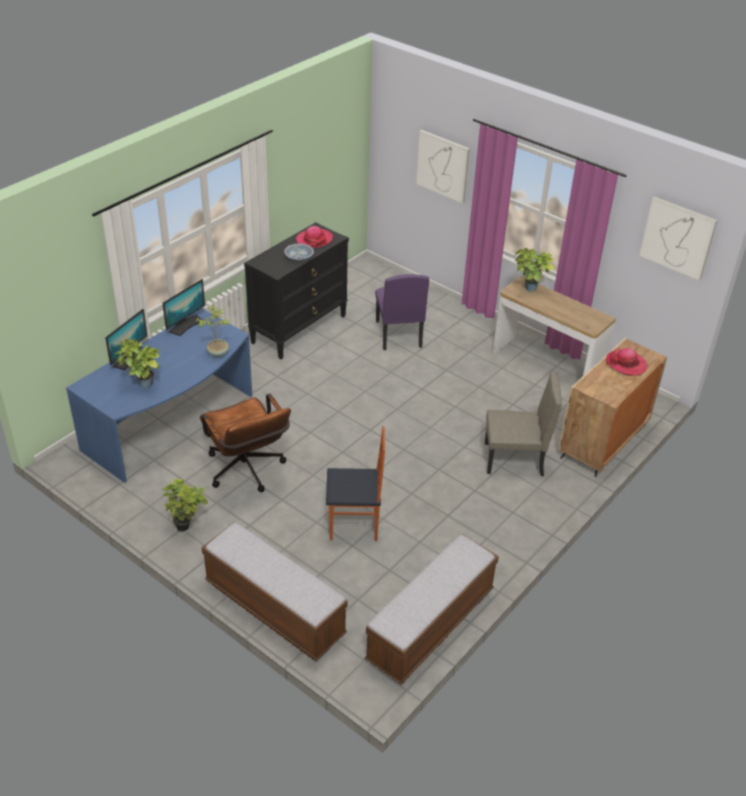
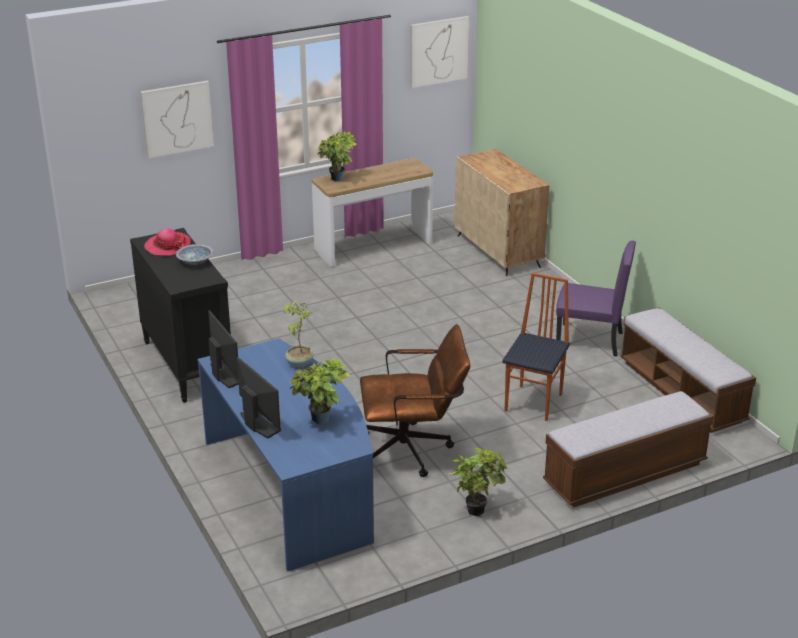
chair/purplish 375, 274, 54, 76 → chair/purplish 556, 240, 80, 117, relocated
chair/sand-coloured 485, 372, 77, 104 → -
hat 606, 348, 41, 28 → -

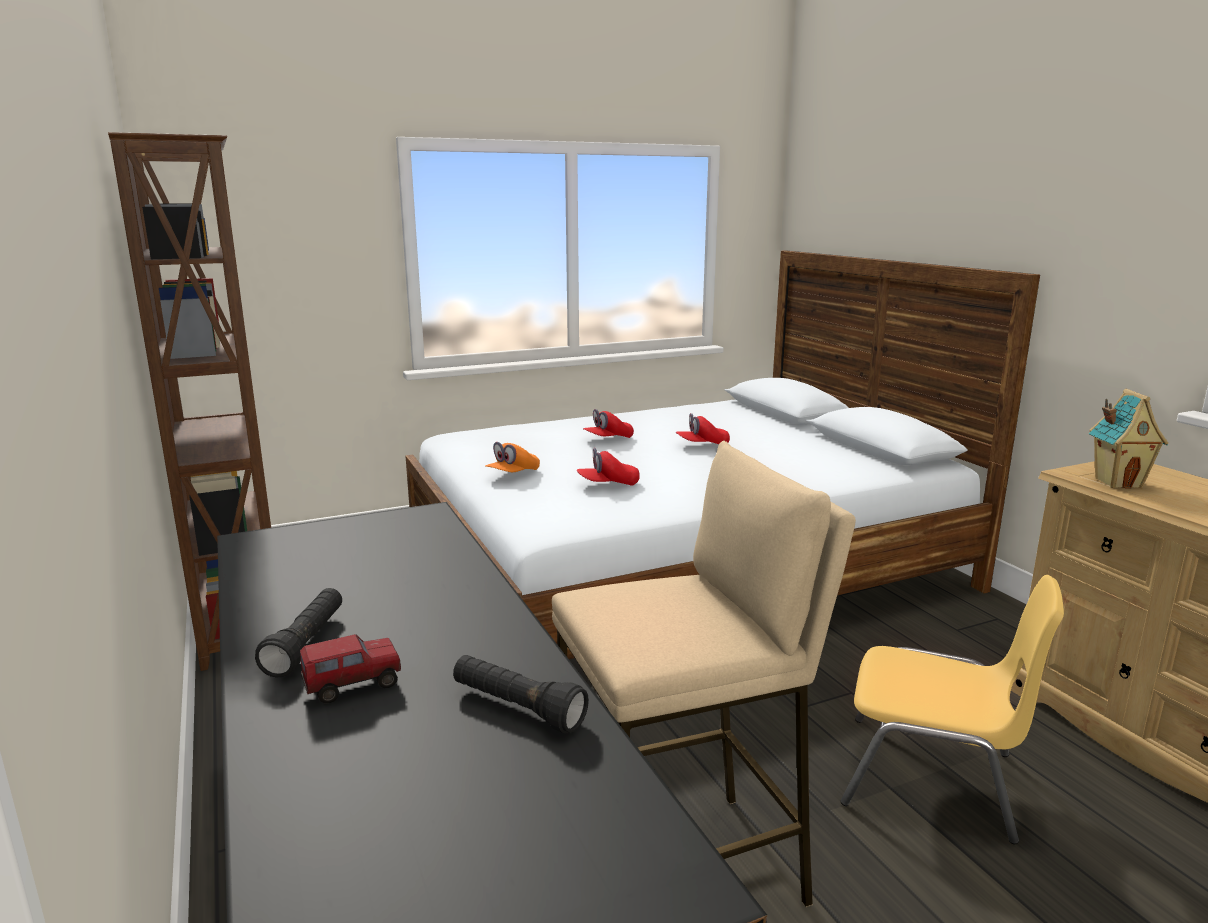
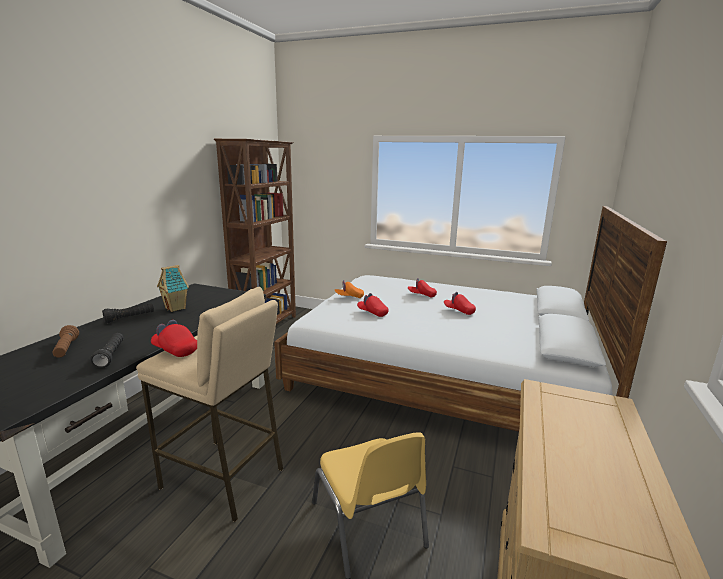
- → torch/brownish 52, 325, 27, 33
- → peaked cap/red 151, 320, 46, 37
model house 1089, 389, 79, 100 → model house 157, 265, 32, 47, relocated
toy lorry 300, 634, 101, 70 → -

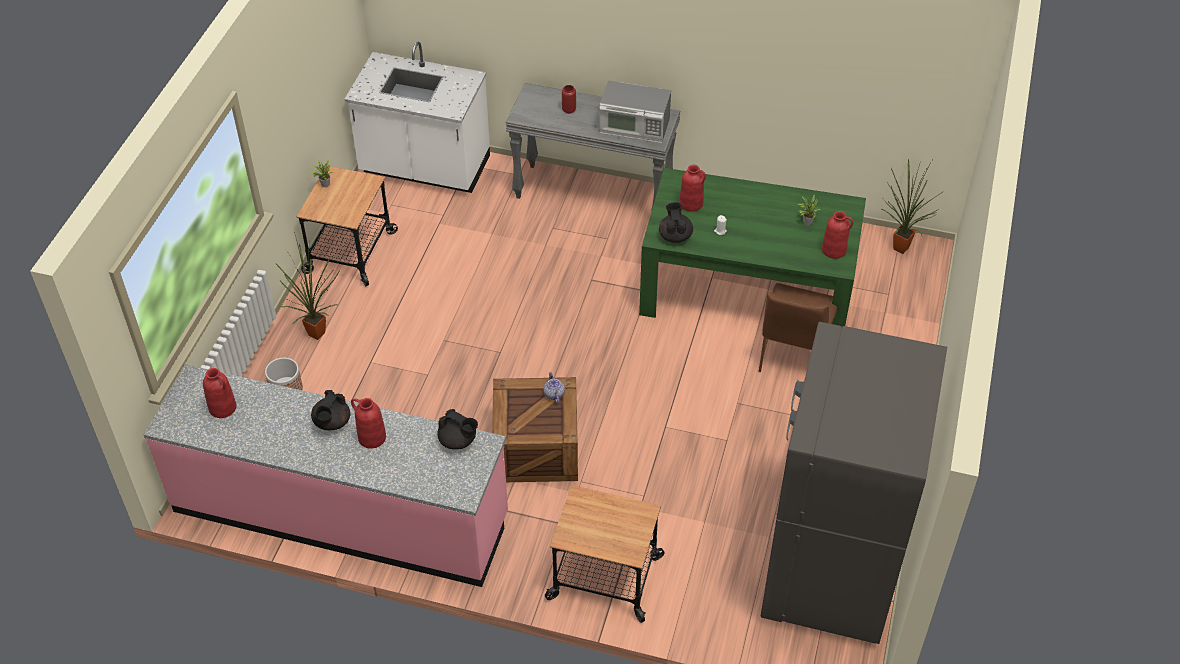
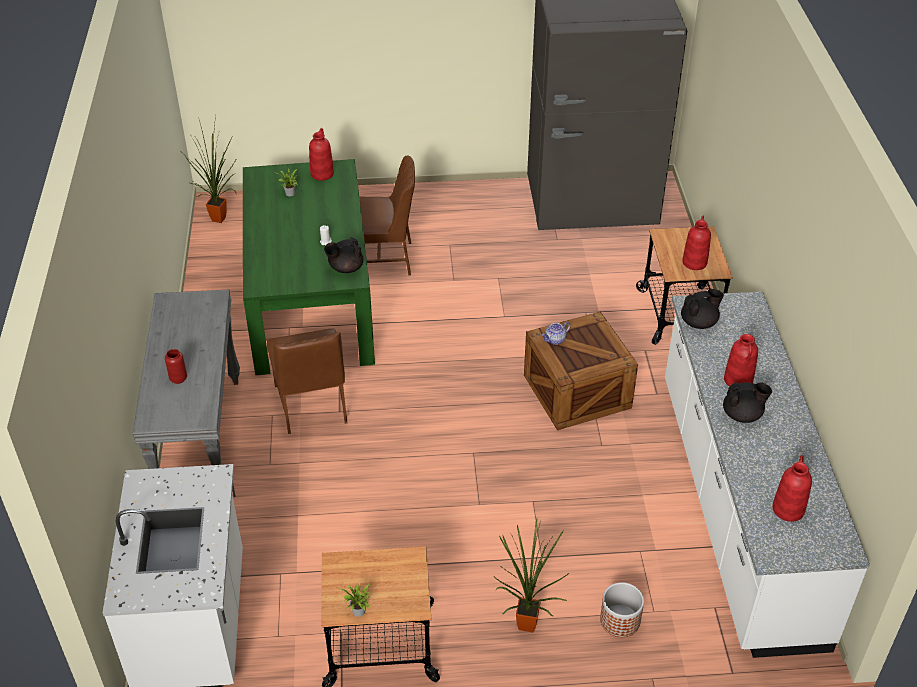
- → chair/brownish 267, 328, 80, 106
kitchen base unit/pink 144, 364, 364, 223 → kitchen base unit/white 665, 292, 205, 366
tea pot/black 438, 409, 40, 41 → tea pot/black 681, 289, 43, 40, 60 degrees clockwise
flower vase/red 679, 165, 27, 47 → flower vase/red 682, 216, 29, 54, relocated
microwave 599, 81, 72, 62 → -

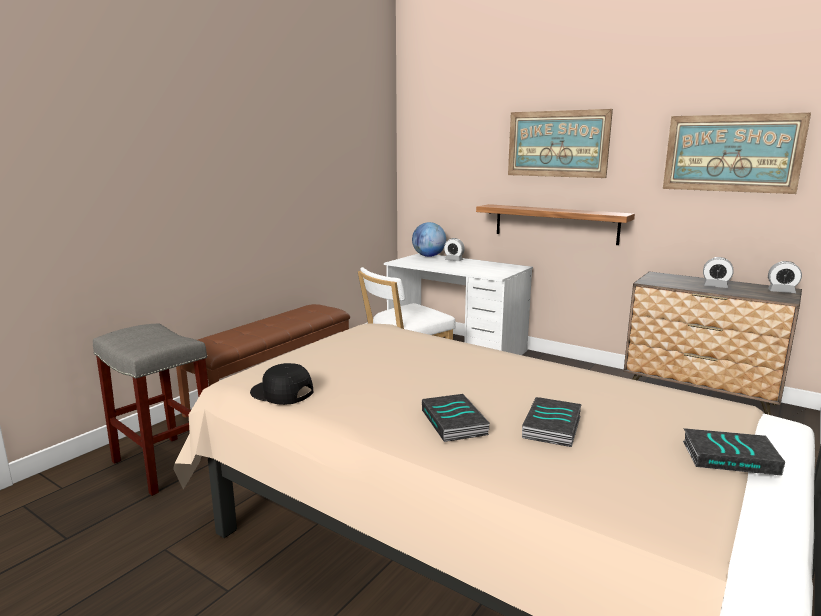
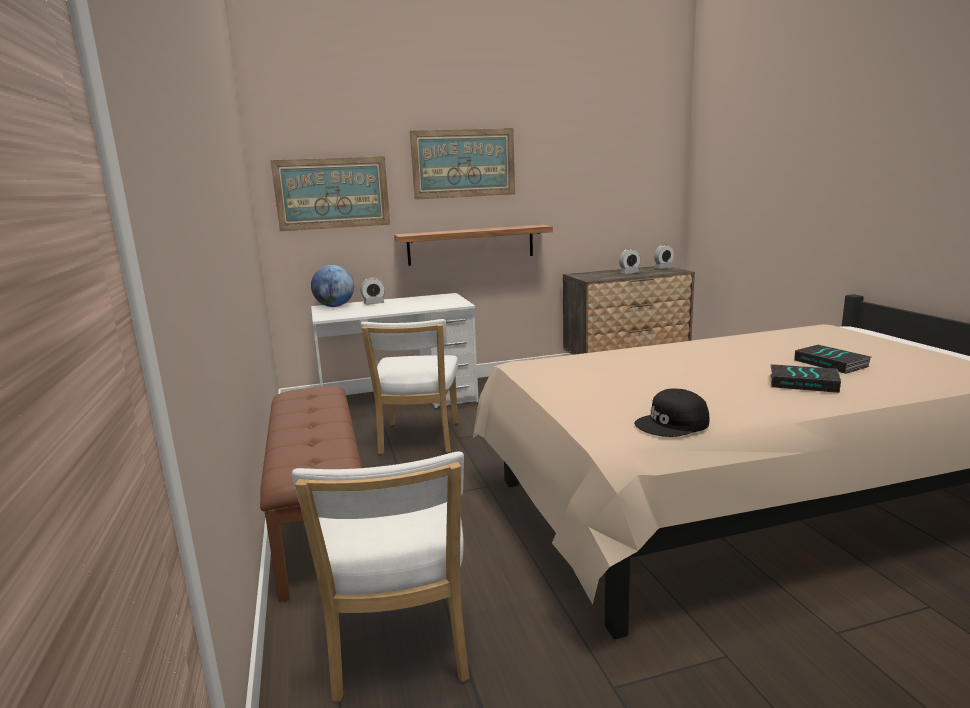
wall picture 663, 113, 148, 81 → wall picture 270, 156, 120, 75, relocated
stool/greyish 93, 324, 116, 172 → chair/white 292, 451, 177, 251
bound book 683, 428, 102, 48 → -

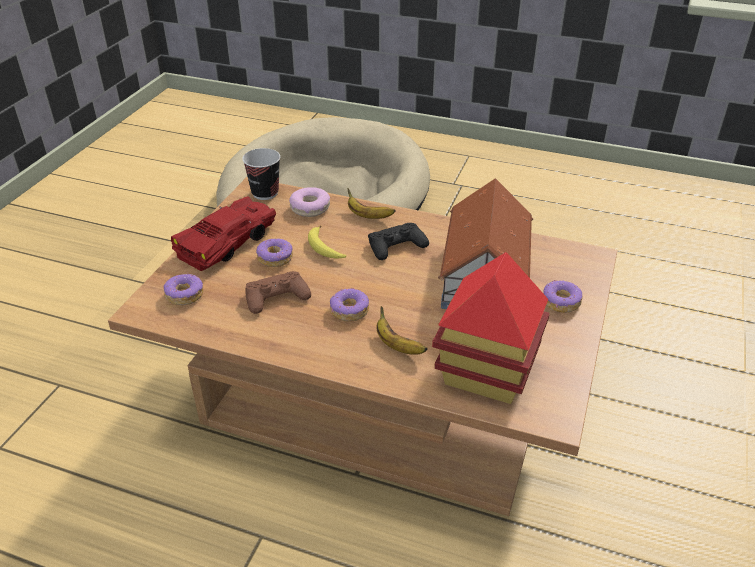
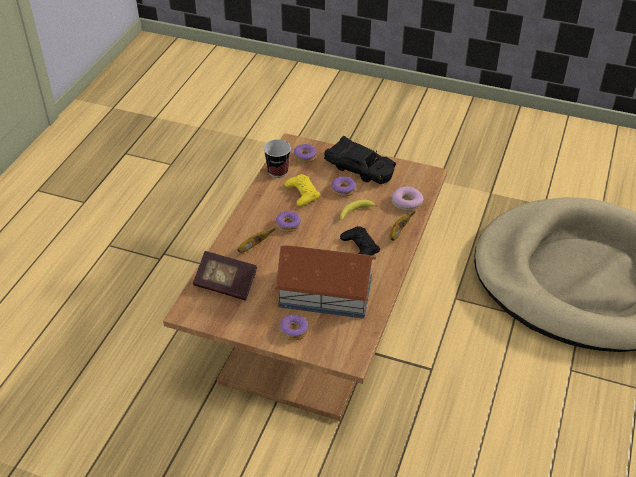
model house 432, 252, 118, 152 → bound book 193, 251, 64, 50
small cup 242, 148, 38, 52 → small cup 263, 139, 28, 39, relocated
joypad/brownish 246, 271, 65, 43 → joypad/yellow 284, 174, 36, 33
toy car/red 171, 196, 105, 75 → toy car/black 324, 136, 72, 48

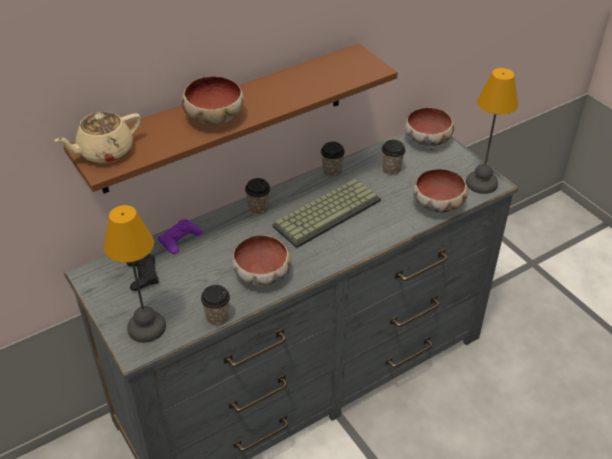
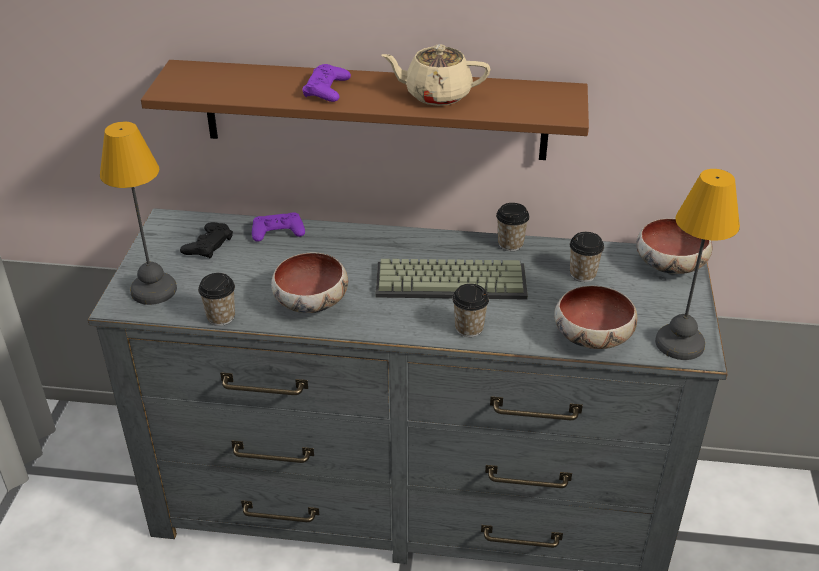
bowl 181, 76, 63, 49 → joypad/purplish 302, 64, 49, 38
tea pot/sand-coloured 54, 112, 87, 51 → tea pot/sand-coloured 381, 44, 110, 62, relocated
small cup 245, 178, 25, 37 → small cup 452, 284, 37, 53, relocated

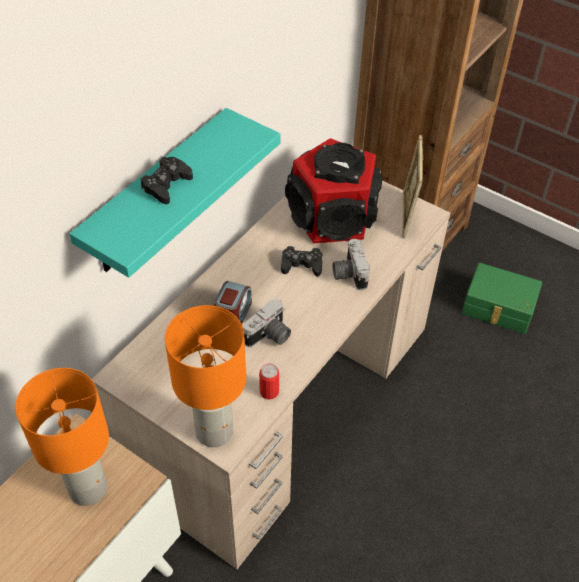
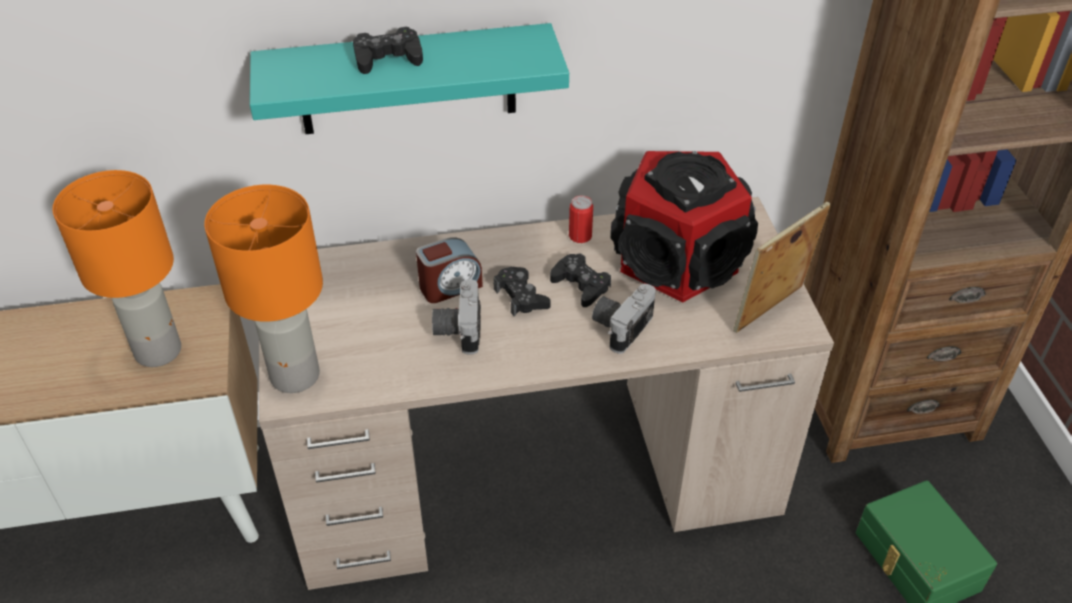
still camera 243, 299, 48, 48 → still camera 432, 279, 49, 76, 90 degrees clockwise
- → joypad/black 494, 267, 57, 50
metal can 259, 363, 20, 36 → metal can 569, 195, 24, 48, relocated

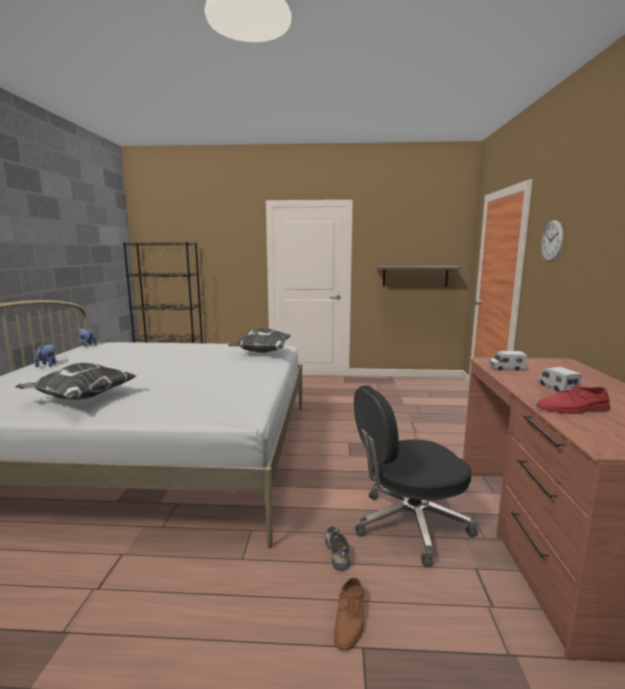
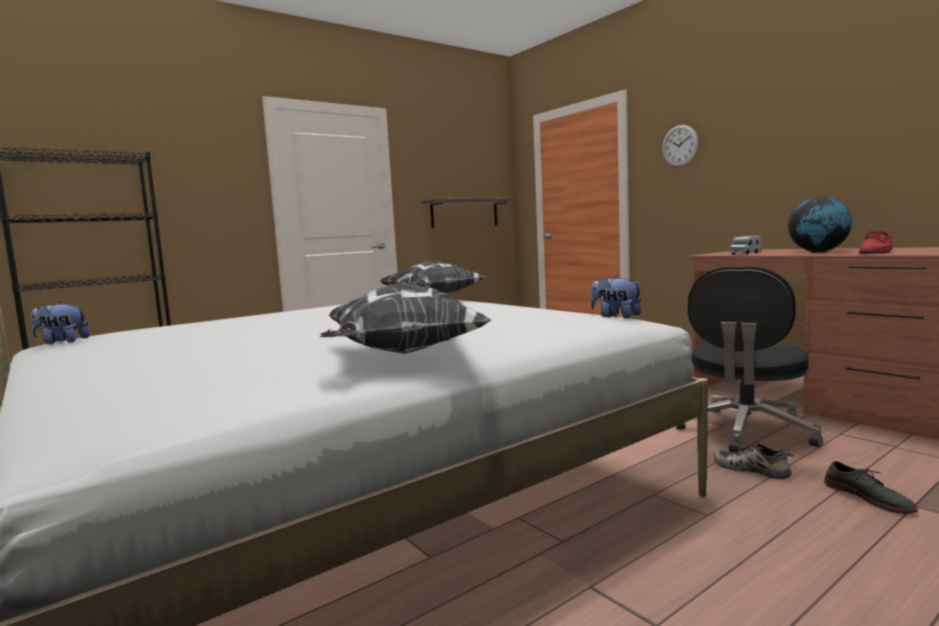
plush toy 35, 344, 21, 23 → plush toy 590, 276, 52, 42, relocated
toy lorry 537, 367, 45, 24 → globe 788, 196, 64, 56
shoe/brownish 334, 577, 30, 73 → shoe/greyish 824, 461, 94, 53

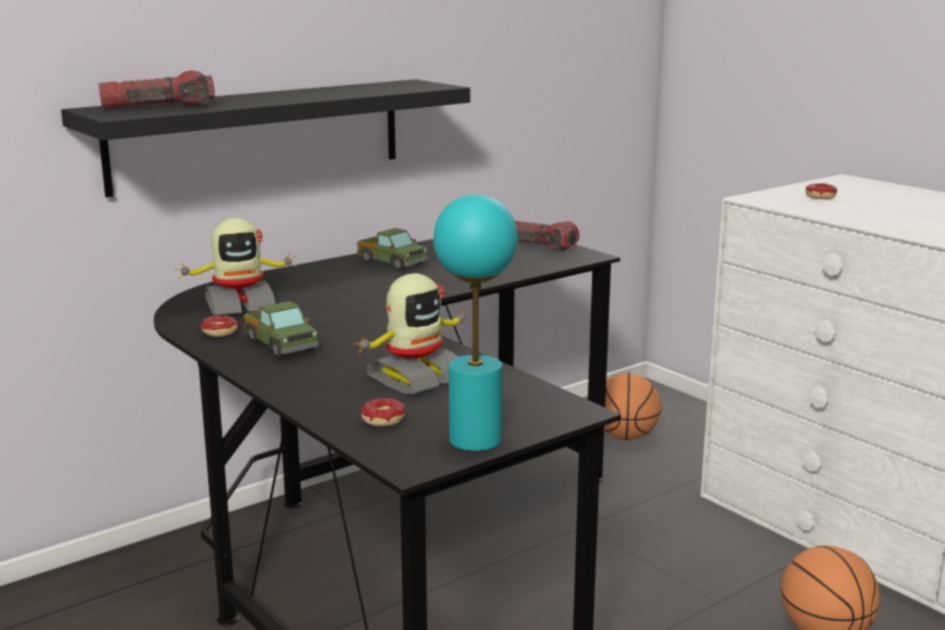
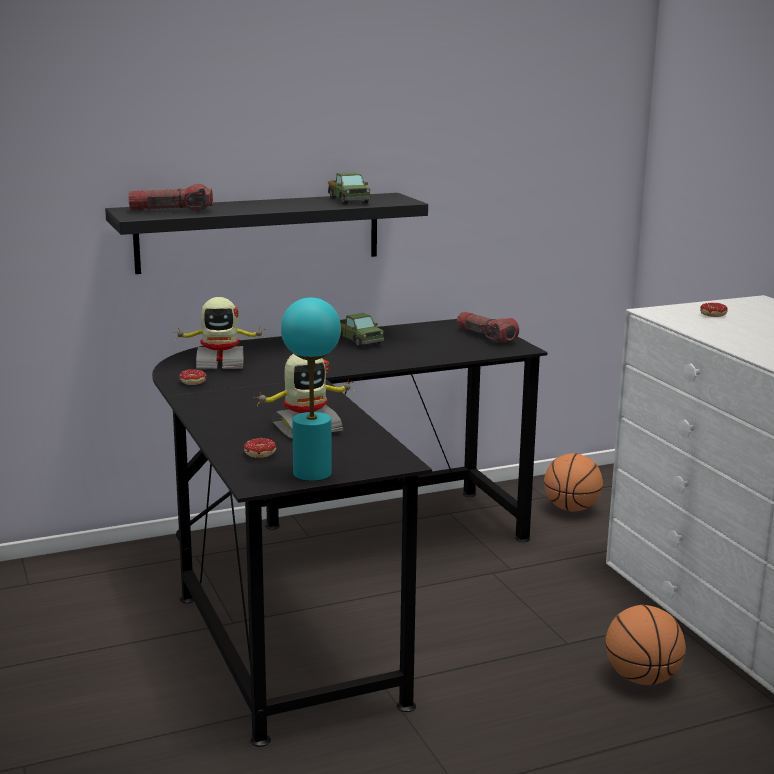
toy lorry 244, 301, 75, 57 → toy lorry 328, 172, 43, 33, relocated

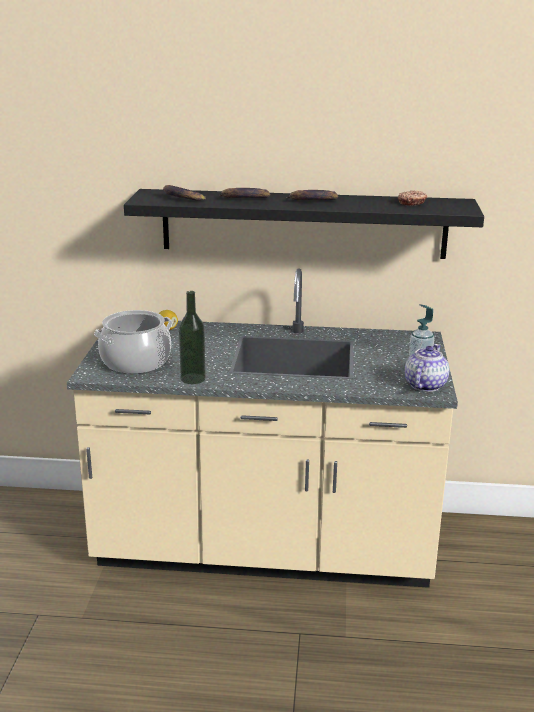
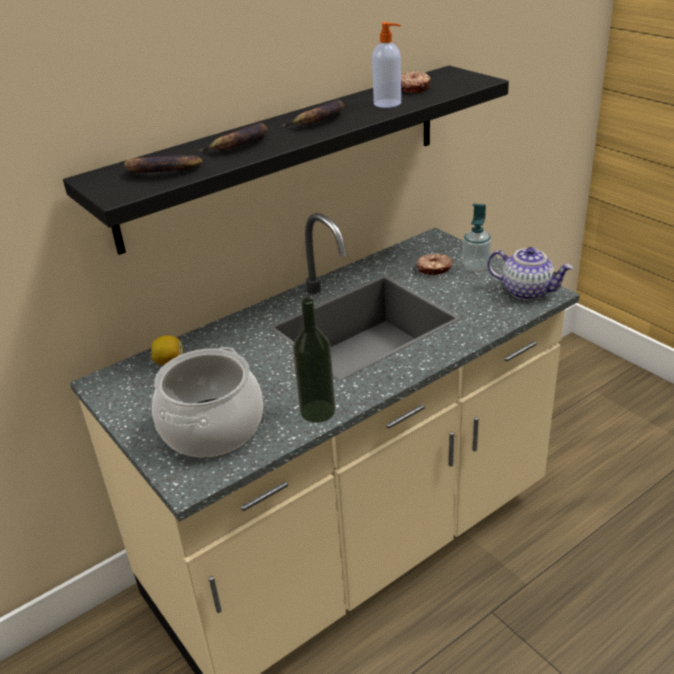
- → soap dispenser 372, 22, 29, 86
- → donut 417, 254, 36, 21
tea pot 405, 344, 44, 48 → tea pot 487, 247, 86, 53, 135 degrees clockwise

